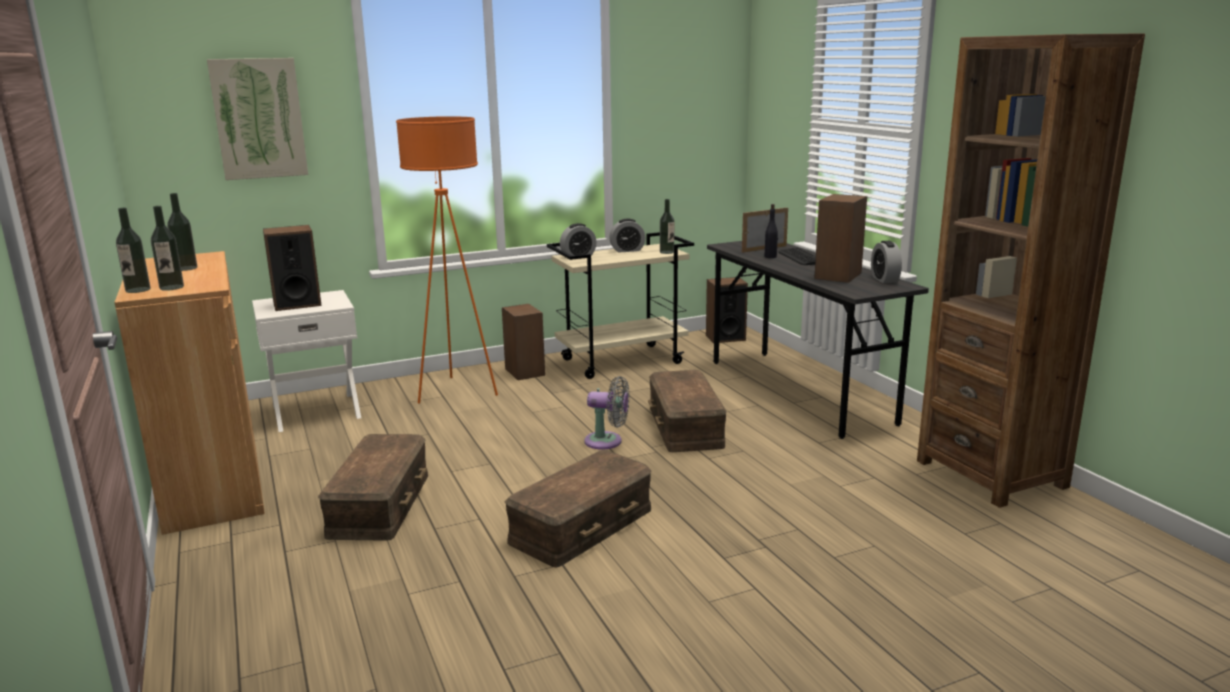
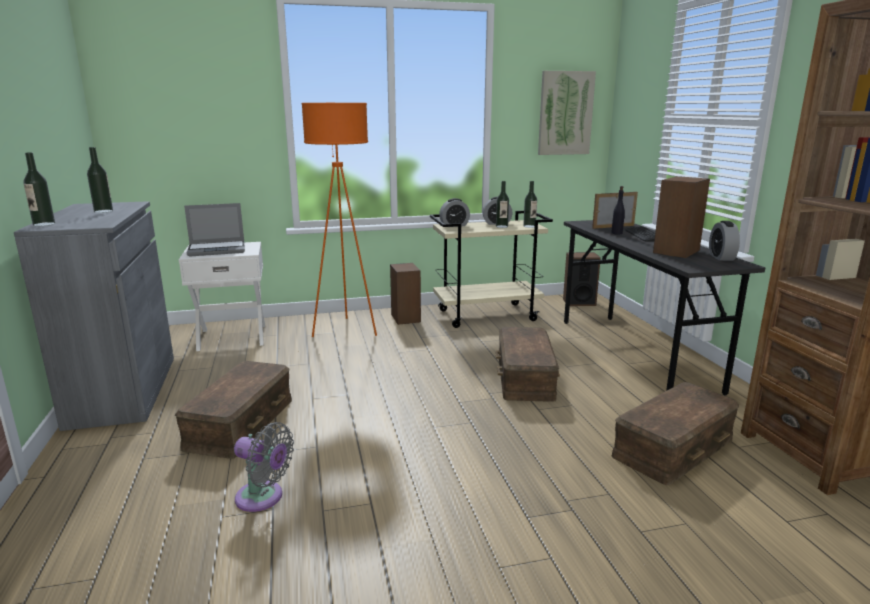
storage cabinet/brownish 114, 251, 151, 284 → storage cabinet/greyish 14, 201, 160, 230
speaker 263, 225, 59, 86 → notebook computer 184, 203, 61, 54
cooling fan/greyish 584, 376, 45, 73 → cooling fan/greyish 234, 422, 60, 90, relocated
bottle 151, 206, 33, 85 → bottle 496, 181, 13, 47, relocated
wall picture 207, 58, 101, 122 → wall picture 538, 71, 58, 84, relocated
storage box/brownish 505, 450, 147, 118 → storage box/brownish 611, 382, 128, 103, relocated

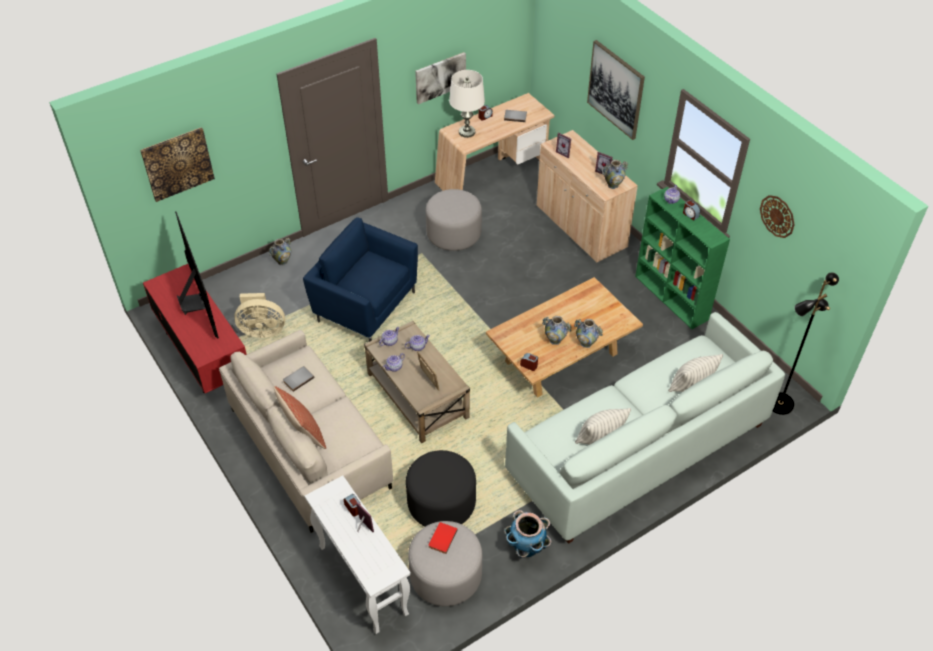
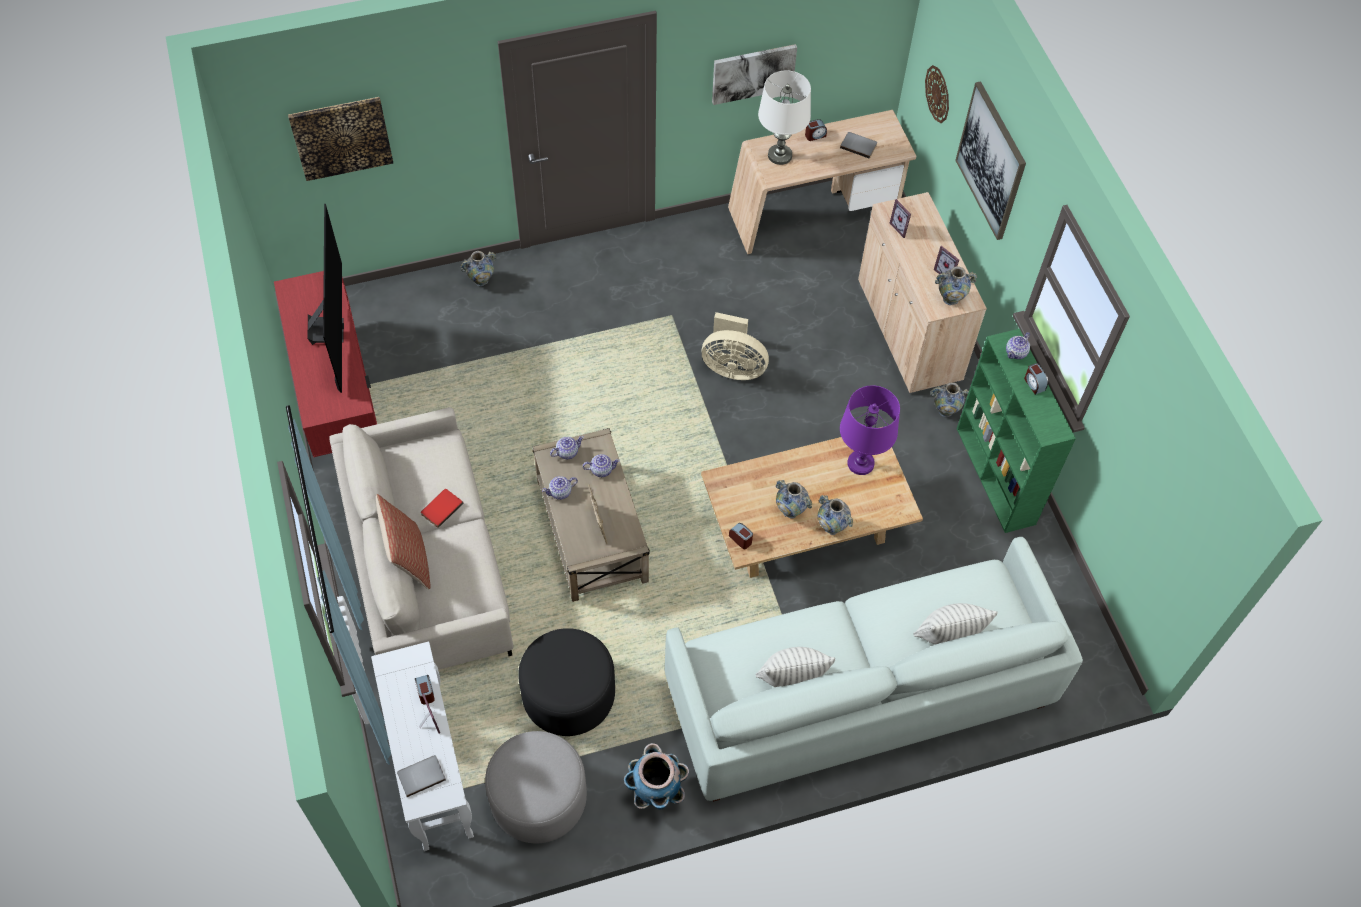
bound book/greyish 283, 366, 31, 26 → bound book/greyish 397, 755, 49, 42, relocated
bound book/red 428, 522, 30, 32 → bound book/red 421, 489, 42, 39, relocated
cooling fan/sand-coloured 234, 293, 51, 45 → cooling fan/sand-coloured 702, 312, 67, 68, relocated
- → tabletop lamp/purplish 840, 385, 60, 90
wall clock 760, 195, 35, 43 → wall clock 925, 65, 24, 58, relocated
- → flower vase 931, 382, 38, 35
lounge chair/bluish 303, 217, 115, 125 → -
ottoman/greyish 426, 189, 56, 62 → -
standard lamp/black 773, 272, 66, 143 → -

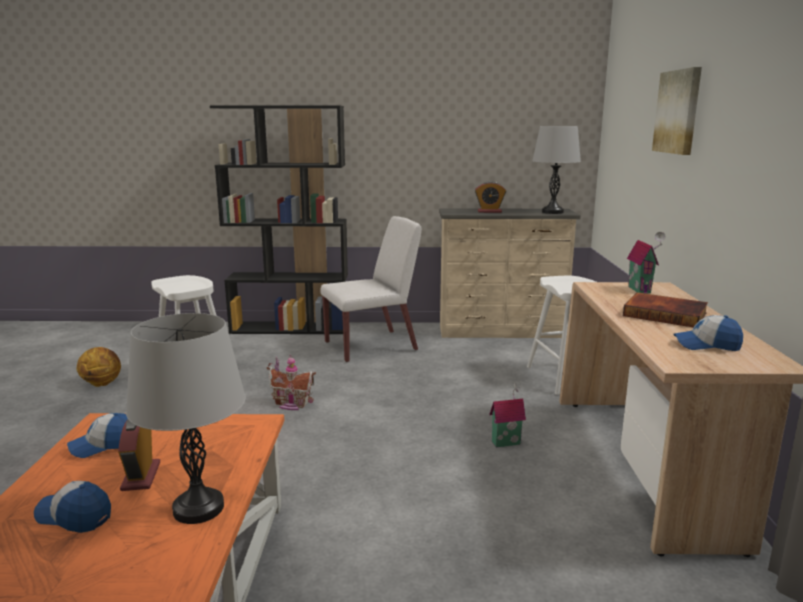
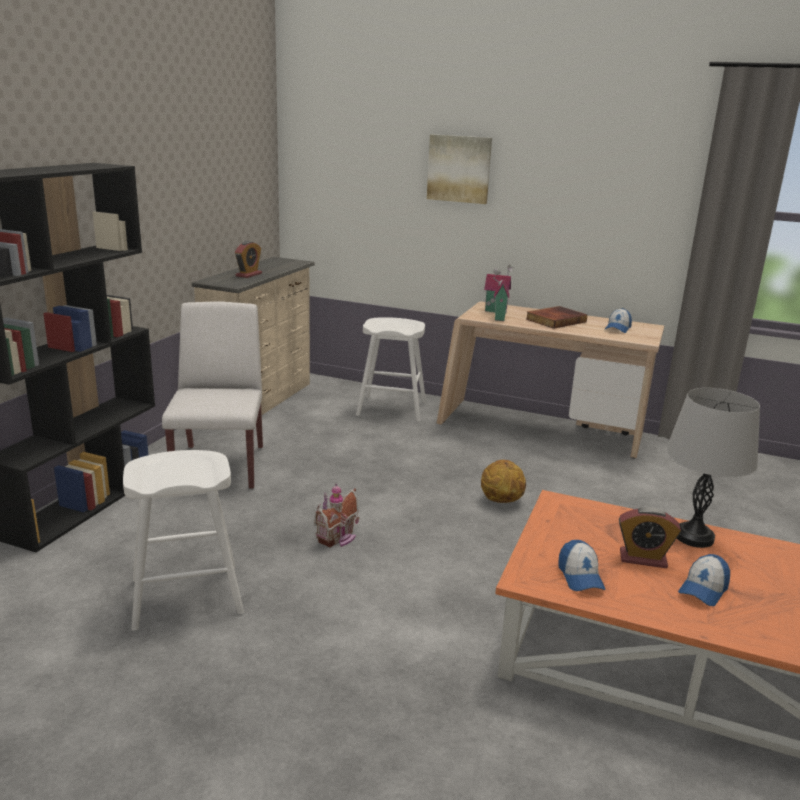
basketball 77, 347, 44, 40 → basketball 481, 460, 45, 43, relocated
model house 489, 384, 37, 63 → model house 493, 269, 16, 52, relocated
tabletop lamp/greyish 532, 126, 49, 88 → -

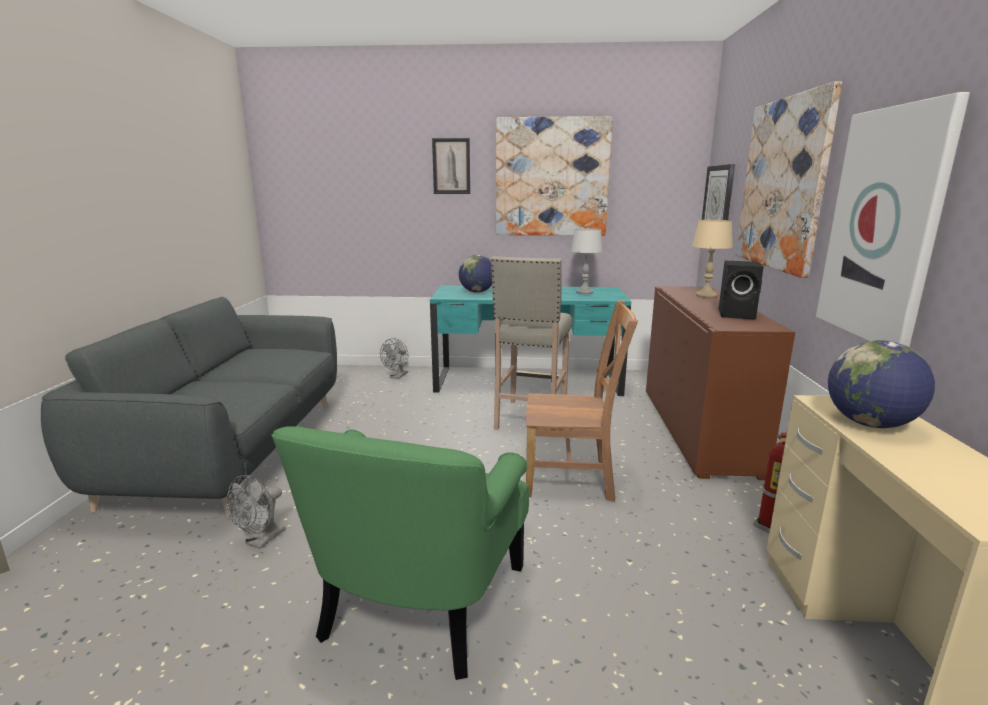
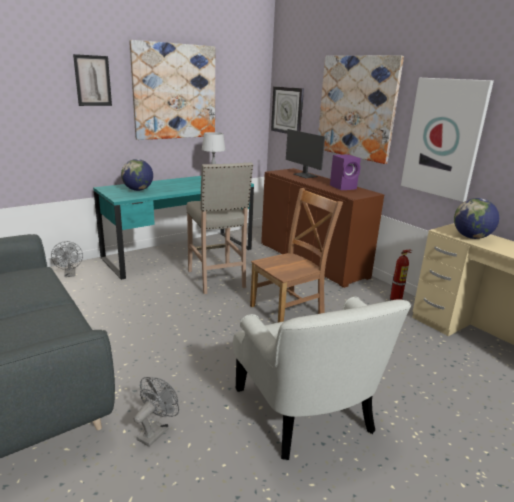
cooling fan/greyish 226, 475, 59, 74 → cooling fan/greyish 134, 377, 45, 70, 135 degrees counterclockwise
lounge chair/greenish 271, 426, 258, 254 → lounge chair/white 233, 297, 178, 163
tabletop lamp/sand-coloured 692, 220, 41, 78 → computer screen 286, 129, 39, 49
speaker/black 718, 261, 46, 58 → speaker/purplish 330, 154, 31, 36

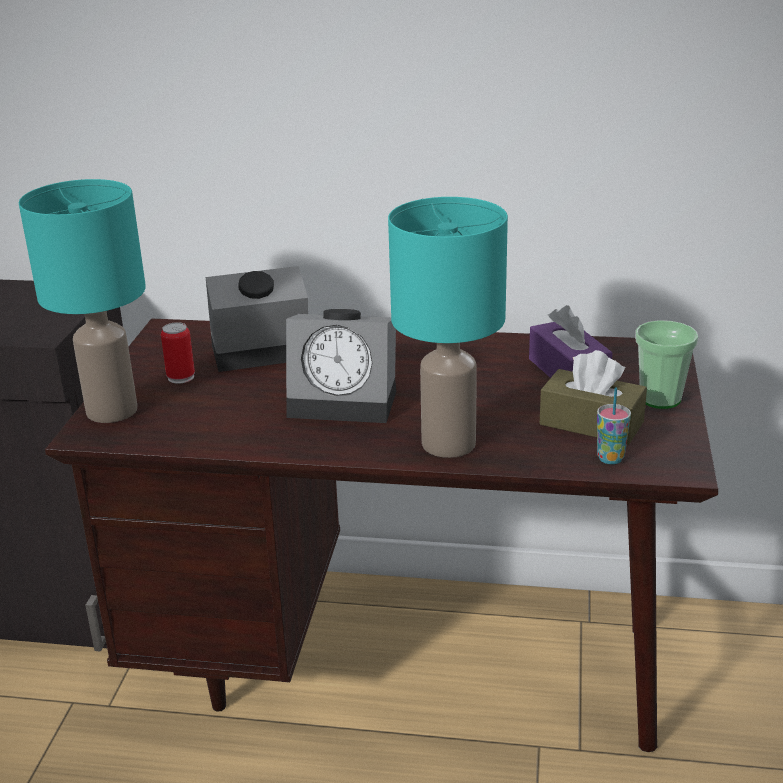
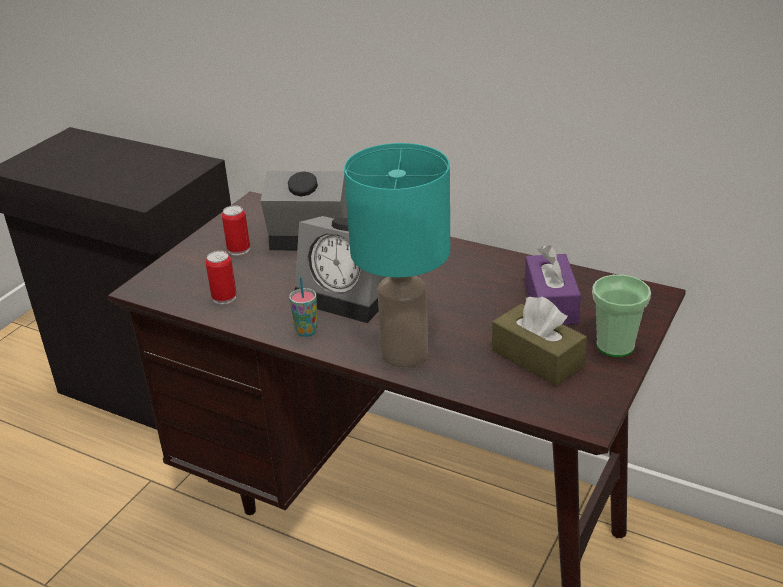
- → metal can 206, 251, 30, 54
small cup 597, 387, 34, 77 → small cup 289, 277, 28, 60, relocated
tabletop lamp/turquoise 19, 179, 127, 244 → -

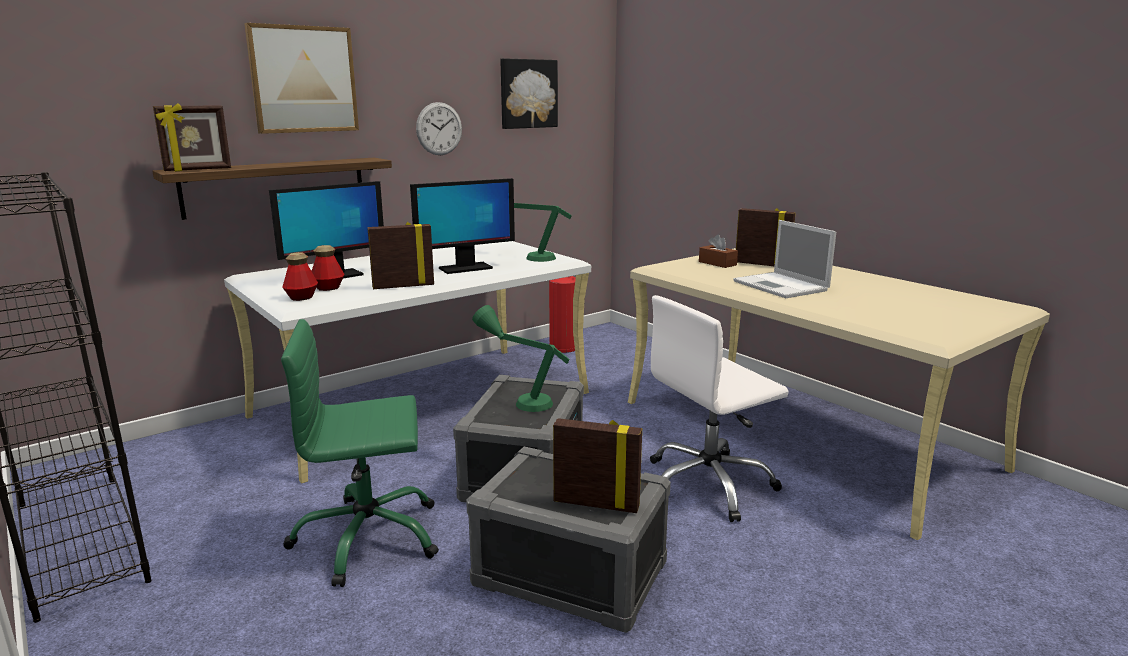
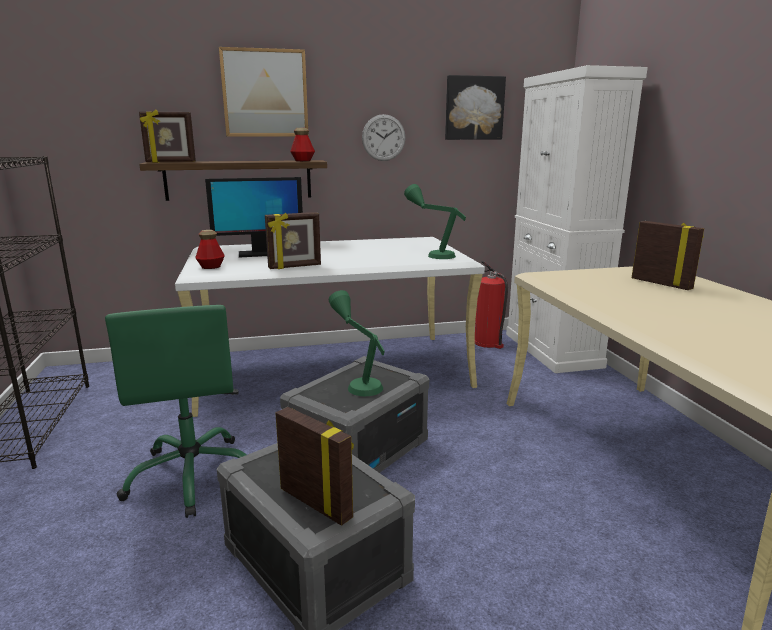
computer chair/greenish 281, 319, 158, 268 → computer chair/greenish 105, 305, 141, 213, 120 degrees counterclockwise
picture frame 367, 222, 67, 67 → picture frame 265, 212, 56, 57, 150 degrees clockwise
bottle 312, 245, 33, 46 → bottle 290, 128, 25, 33, relocated
- → storage cabinet/white 506, 65, 142, 308
computer screen 410, 178, 105, 96 → -
computer chair/white 650, 295, 139, 227 → -
box of tissues/brownish 699, 234, 39, 34 → -
notebook computer 734, 220, 102, 78 → -

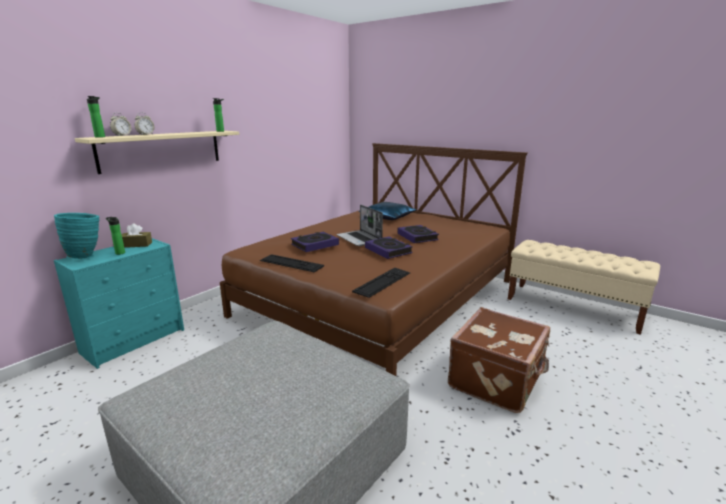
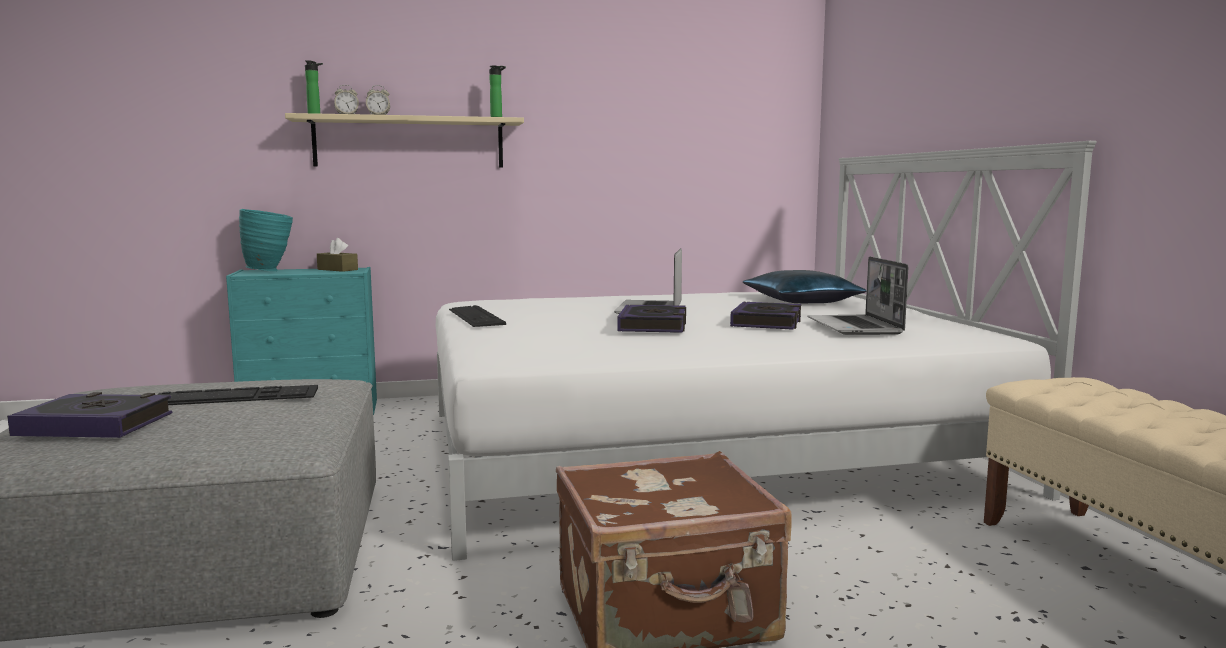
bound book 291, 232, 48, 20 → bound book 7, 392, 165, 46, relocated
keyboard 352, 268, 58, 30 → keyboard 157, 385, 161, 20, relocated
bed/brownish 220, 143, 308, 233 → bed/white 436, 141, 661, 420
- → notebook computer 808, 256, 101, 79
bottle 106, 217, 19, 38 → -

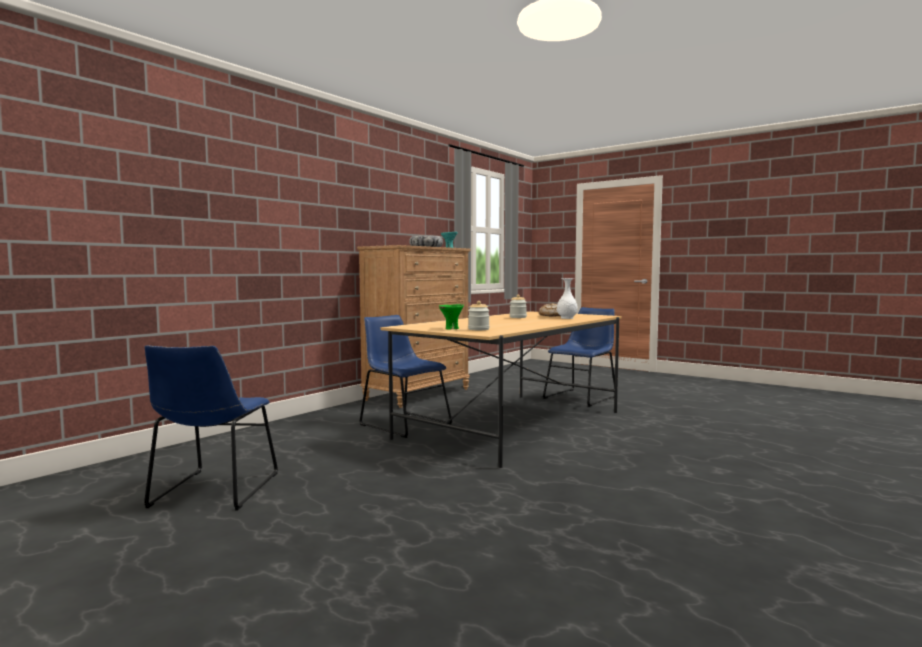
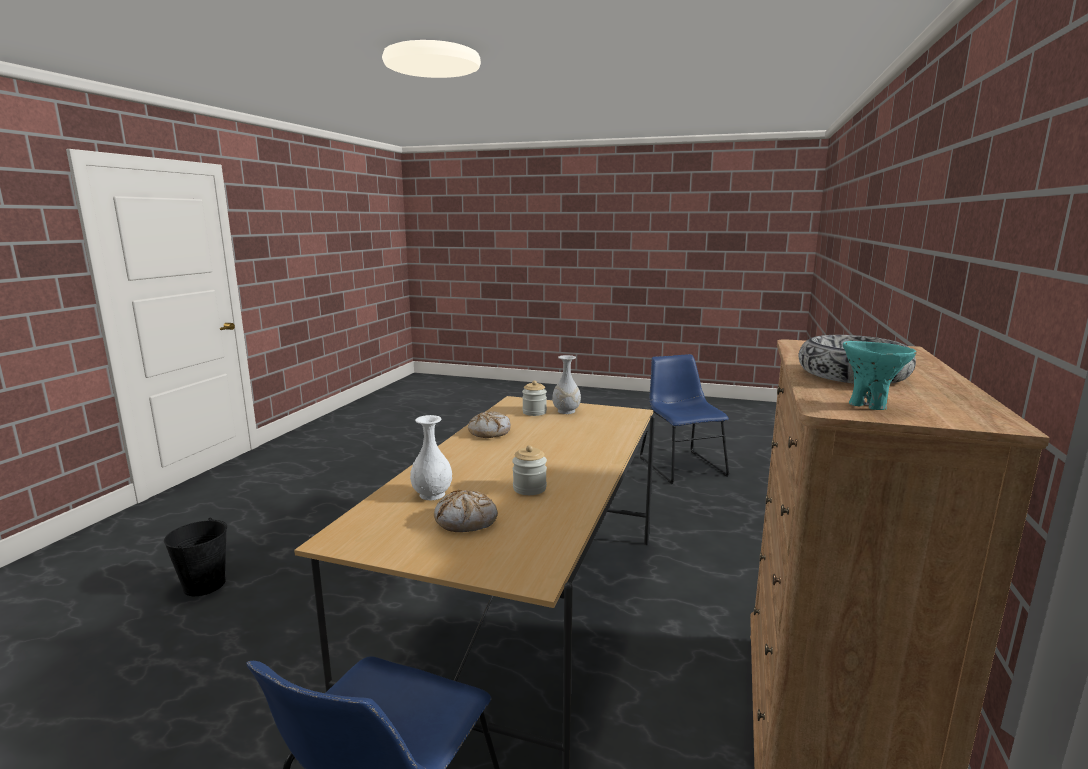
- → bucket/black 164, 518, 63, 78
- → baked bread 468, 411, 43, 27
bowl/greenish 439, 304, 25, 25 → flower vase/white 552, 355, 29, 59
chair/bluish 359, 315, 93, 123 → -

